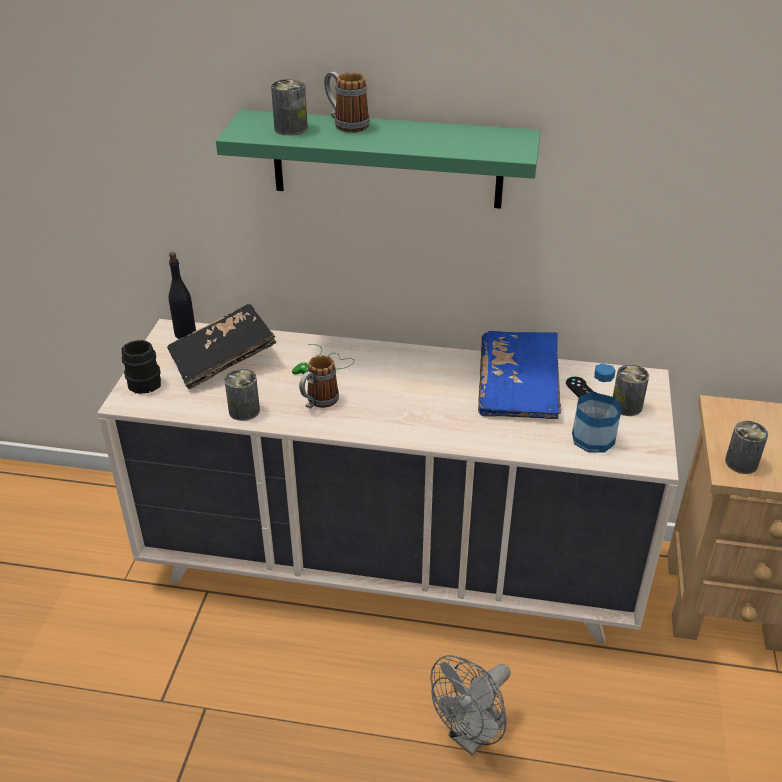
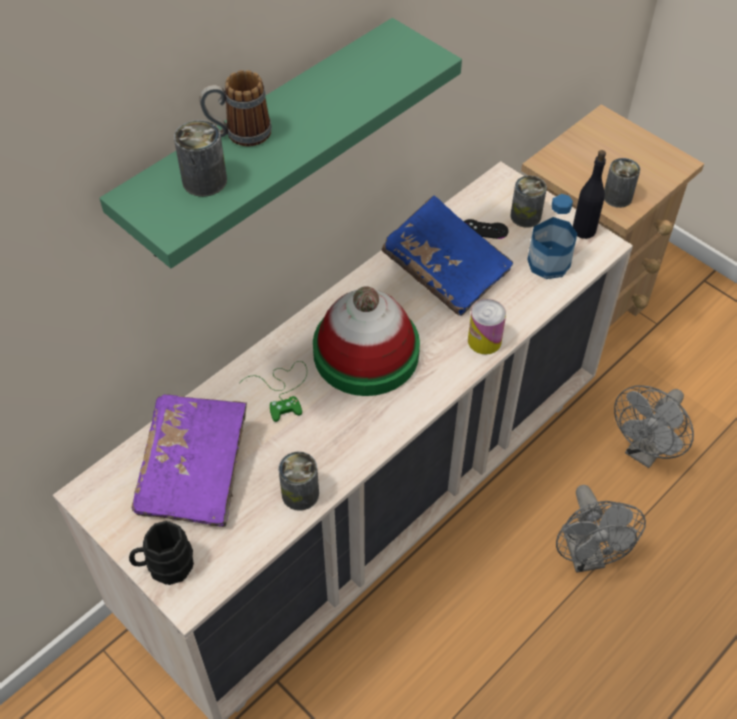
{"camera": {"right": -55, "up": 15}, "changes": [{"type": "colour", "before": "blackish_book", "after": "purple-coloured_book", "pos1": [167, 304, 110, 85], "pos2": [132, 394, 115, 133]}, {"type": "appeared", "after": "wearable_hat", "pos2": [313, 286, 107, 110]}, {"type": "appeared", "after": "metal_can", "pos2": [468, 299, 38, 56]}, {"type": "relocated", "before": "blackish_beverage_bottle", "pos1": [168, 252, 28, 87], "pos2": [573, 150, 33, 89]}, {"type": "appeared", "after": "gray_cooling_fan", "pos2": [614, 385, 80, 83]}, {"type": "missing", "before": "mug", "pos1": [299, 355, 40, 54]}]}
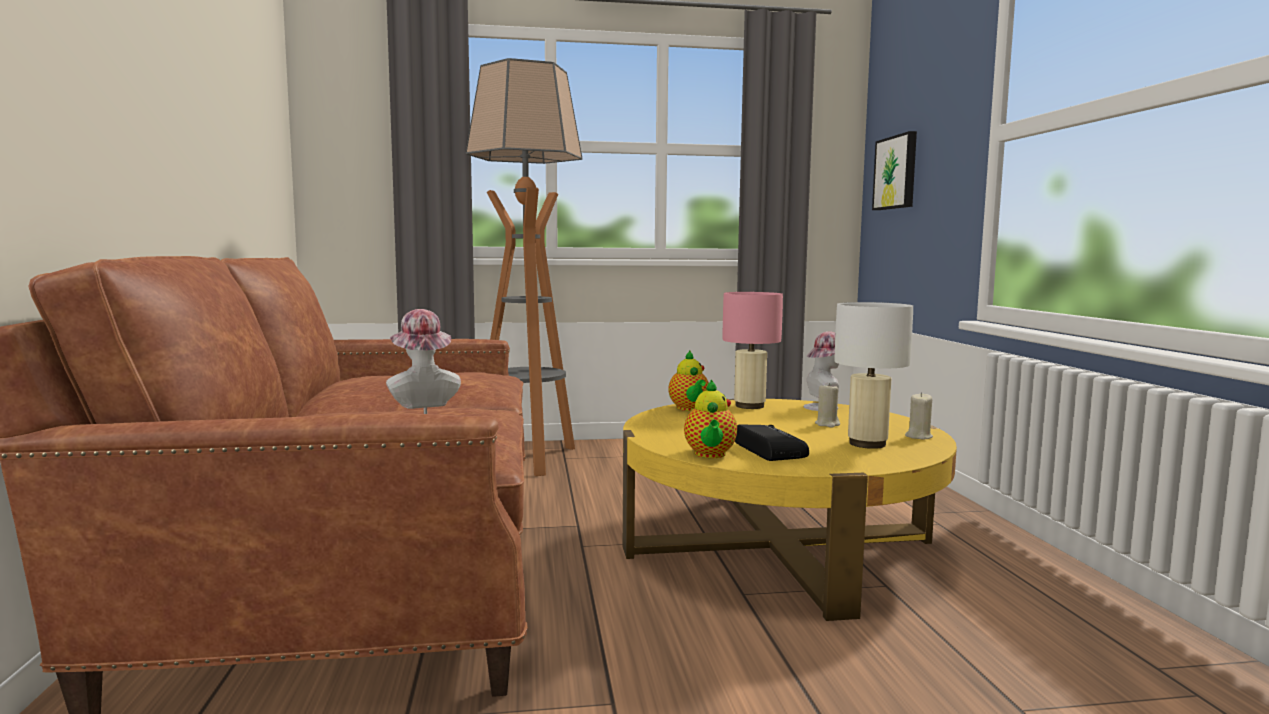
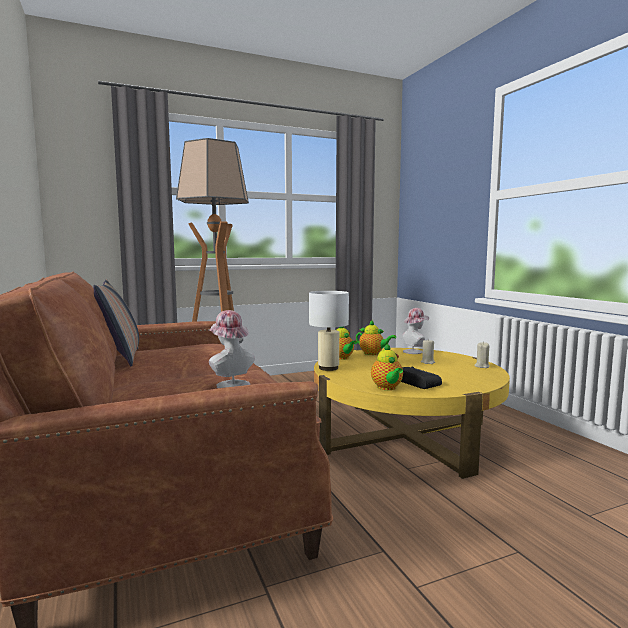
{"camera": {"right": -15, "up": 0}, "changes": [{"type": "appeared", "after": "pillow", "pos2": [93, 279, 46, 88]}, {"type": "relocated", "before": "whitish_tabletop_lamp", "pos1": [835, 302, 78, 147], "pos2": [309, 291, 40, 80]}, {"type": "exchanged", "before": "pink-coloured_tabletop_lamp", "after": "pot_for_tea", "pos1": [723, 292, 60, 117], "pos2": [356, 320, 40, 35]}, {"type": "missing", "before": "wall_picture", "pos1": [872, 131, 45, 79]}]}
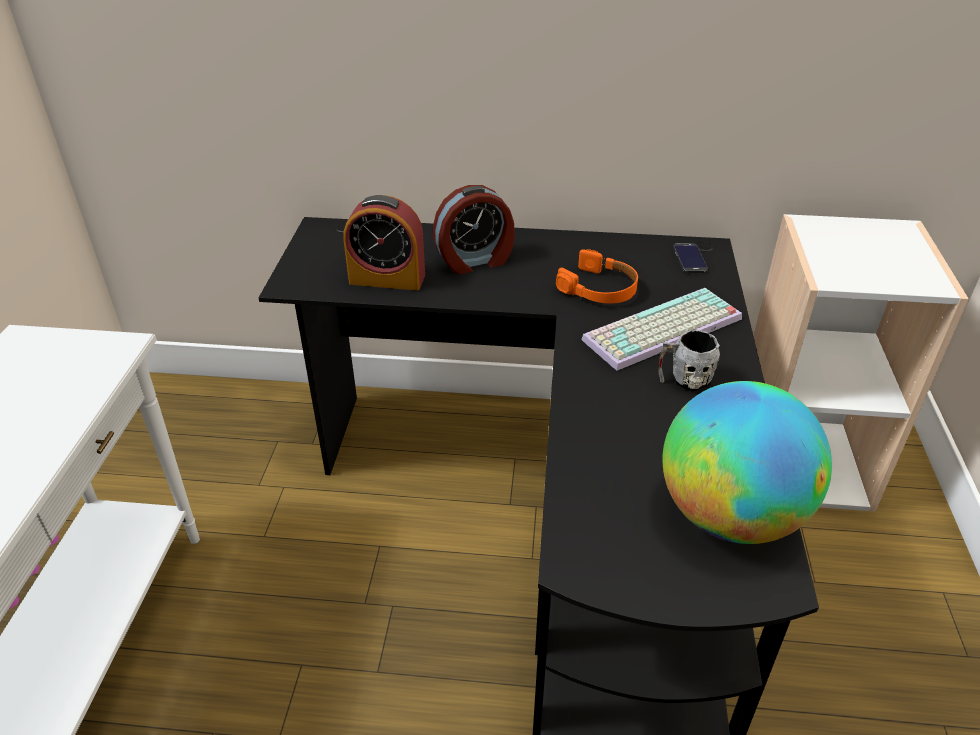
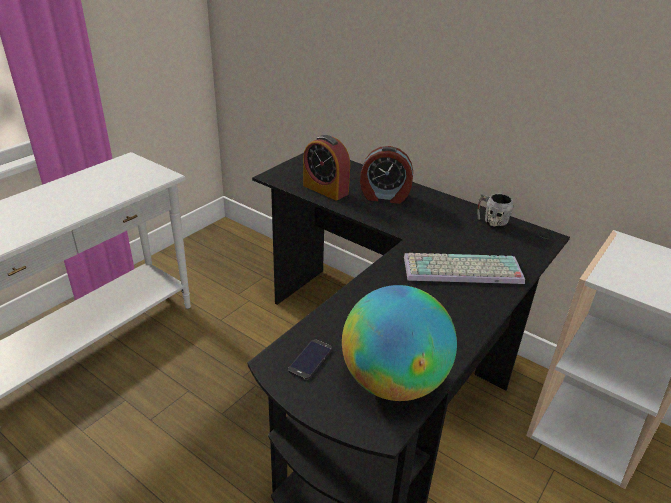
{"camera": {"right": 30, "up": -5}, "changes": [{"type": "relocated", "before": "handset", "pos1": [673, 243, 35, 30], "pos2": [288, 339, 44, 41]}, {"type": "relocated", "before": "gray_mug", "pos1": [658, 330, 62, 62], "pos2": [477, 193, 36, 36]}, {"type": "missing", "before": "orangey_pair_of_headphones", "pos1": [556, 249, 82, 55]}]}
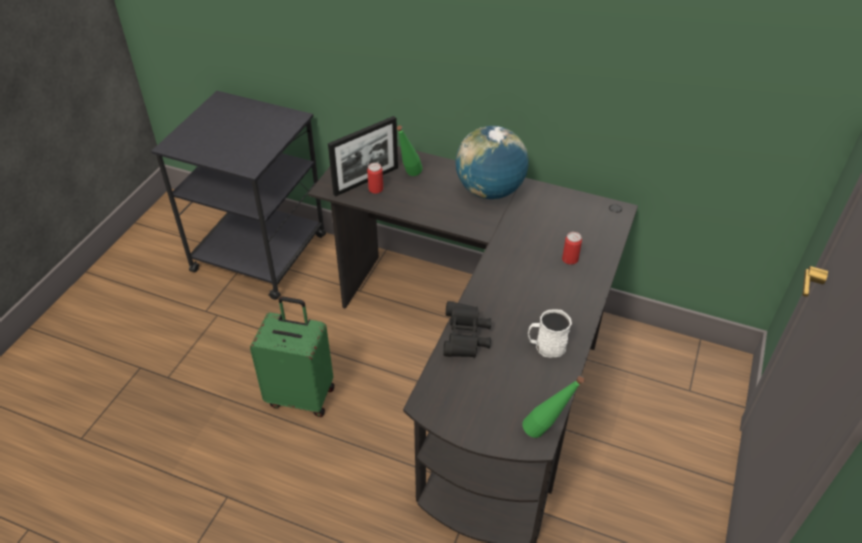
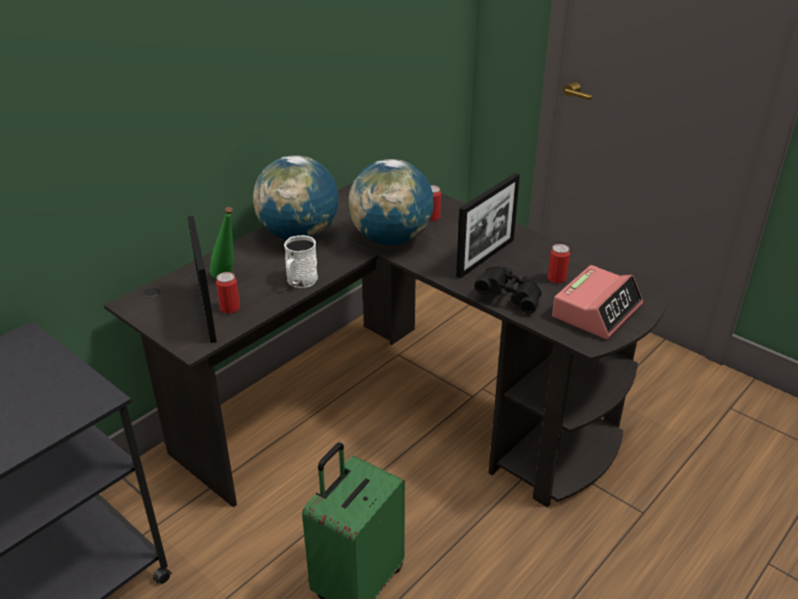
{"camera": {"right": -70, "up": -10}, "changes": [{"type": "relocated", "before": "whitish_mug", "pos1": [528, 309, 44, 48], "pos2": [284, 235, 34, 53]}, {"type": "appeared", "after": "globe", "pos2": [348, 159, 86, 86]}, {"type": "appeared", "after": "standing_frame", "pos2": [456, 173, 64, 105]}, {"type": "appeared", "after": "metal_can", "pos2": [548, 244, 22, 40]}, {"type": "appeared", "after": "table_clock", "pos2": [552, 265, 91, 74]}, {"type": "missing", "before": "greenish_beverage_bottle", "pos1": [523, 376, 62, 62]}]}
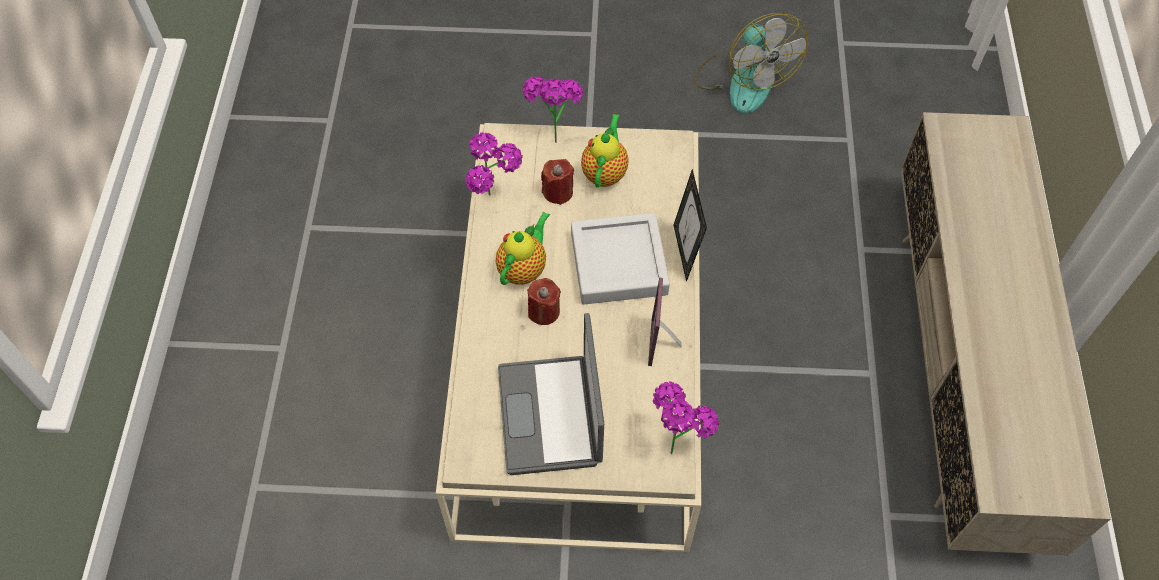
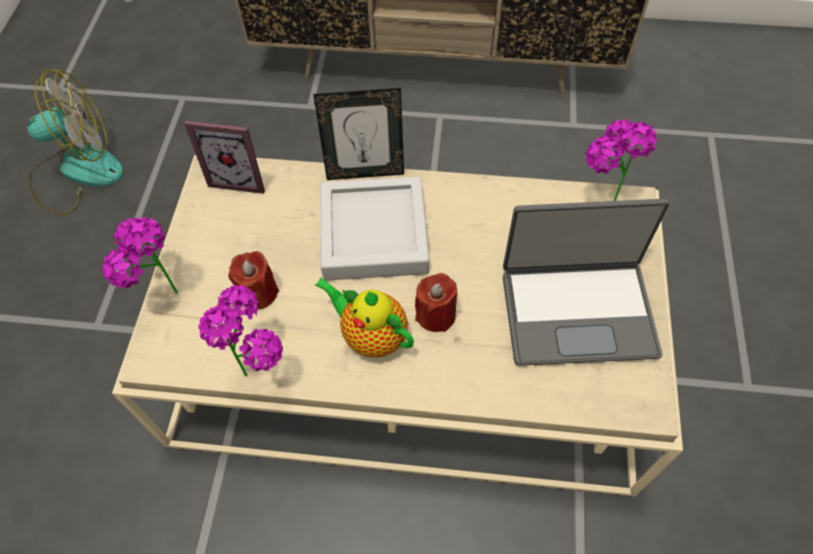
{"camera": {"right": -85, "up": 0}, "changes": [{"type": "relocated", "before": "standing_frame", "pos1": [648, 278, 33, 88], "pos2": [185, 121, 80, 73]}, {"type": "missing", "before": "pot_for_tea", "pos1": [581, 114, 48, 74]}]}
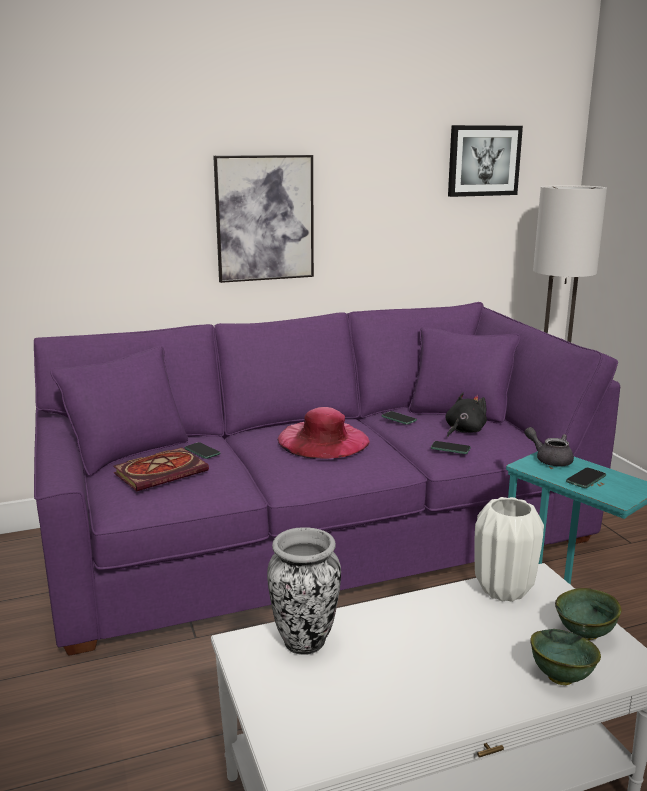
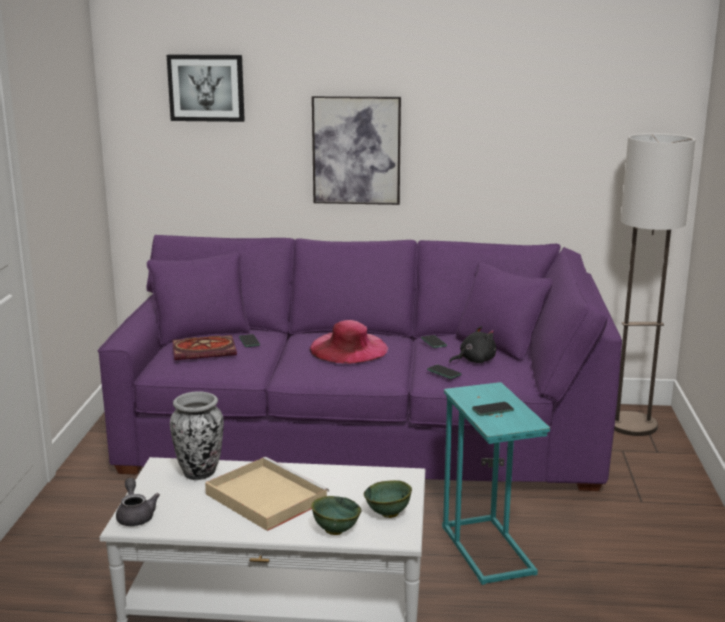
{"camera": {"right": 25, "up": 0}, "changes": [{"type": "relocated", "before": "gray_pot_for_tea", "pos1": [524, 427, 50, 39], "pos2": [116, 478, 44, 48]}, {"type": "relocated", "before": "wall_picture", "pos1": [448, 125, 75, 72], "pos2": [167, 55, 78, 67]}, {"type": "appeared", "after": "beige_tray", "pos2": [205, 457, 124, 74]}, {"type": "missing", "before": "whitish_flower_vase", "pos1": [475, 497, 69, 105]}]}
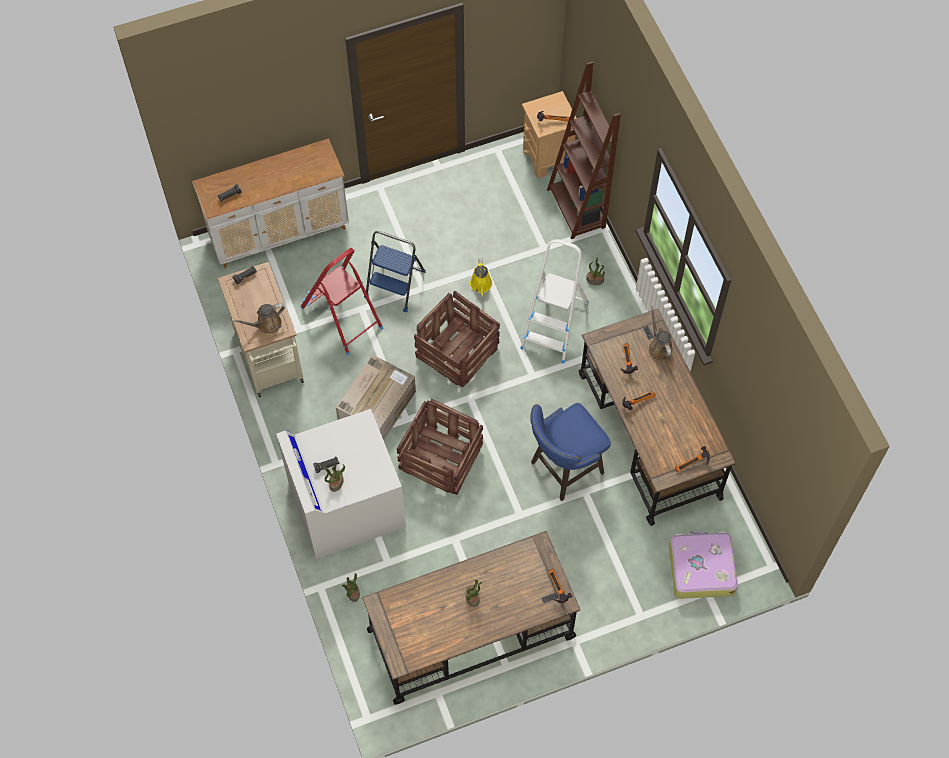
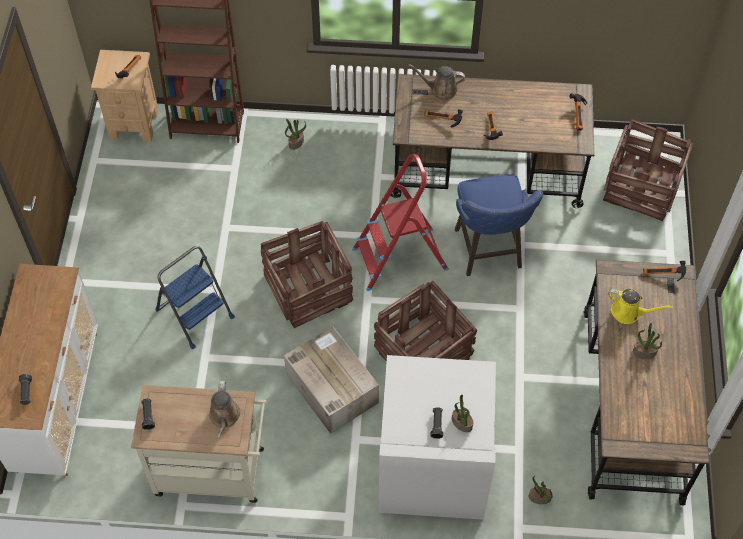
{"camera": {"right": -65, "up": -5}, "changes": [{"type": "relocated", "before": "red_stepladder", "pos1": [300, 248, 84, 108], "pos2": [352, 154, 97, 137]}, {"type": "exchanged", "before": "suitcase", "after": "packing_crate", "pos1": [669, 531, 69, 68], "pos2": [603, 119, 90, 102]}, {"type": "relocated", "before": "yellowish_watering_pot", "pos1": [470, 259, 22, 38], "pos2": [608, 288, 65, 36]}, {"type": "missing", "before": "whitish_stepladder", "pos1": [520, 239, 69, 125]}]}
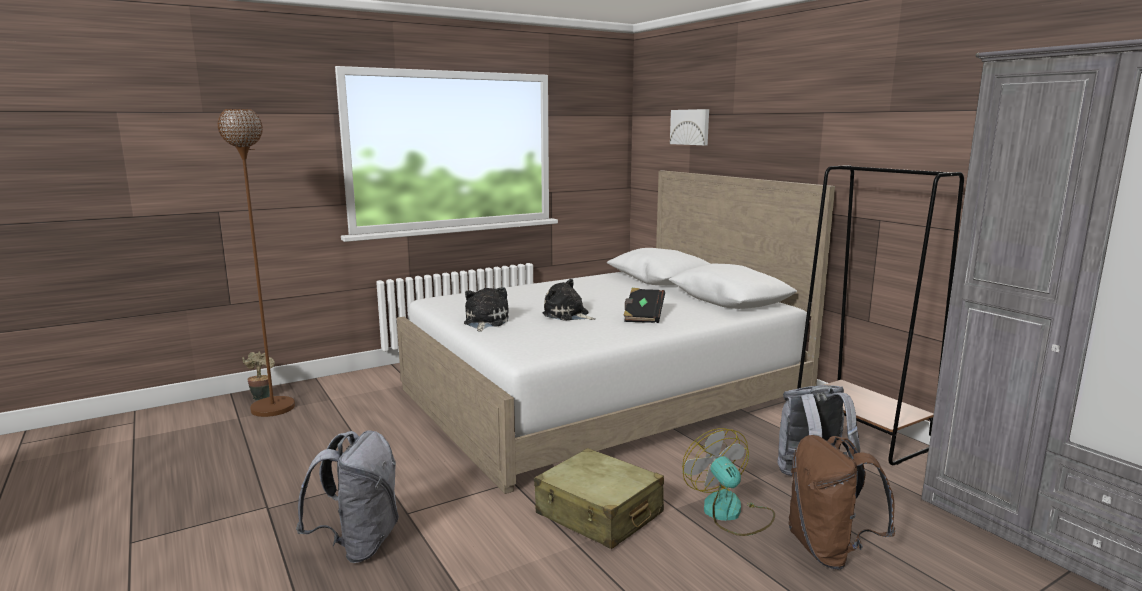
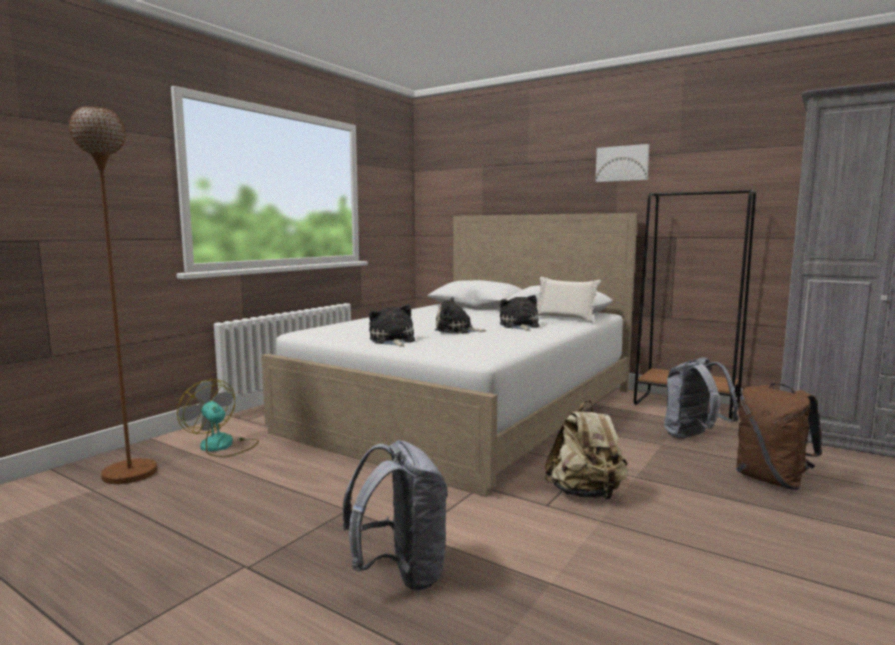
{"camera": {"right": -25, "up": -5}, "changes": [{"type": "relocated", "before": "cooling_fan", "pos1": [682, 428, 93, 108], "pos2": [177, 379, 82, 78]}, {"type": "exchanged", "before": "blackish_book", "after": "soft_toy", "pos1": [623, 288, 42, 35], "pos2": [500, 295, 40, 36]}, {"type": "appeared", "after": "whitish_pillow", "pos2": [536, 277, 65, 45]}, {"type": "exchanged", "before": "beige_suitcase", "after": "beige_knapsack", "pos1": [534, 448, 130, 101], "pos2": [544, 400, 84, 100]}, {"type": "relocated", "before": "wall_picture", "pos1": [670, 109, 39, 36], "pos2": [595, 144, 55, 38]}, {"type": "missing", "before": "houseplant", "pos1": [242, 352, 33, 49]}]}
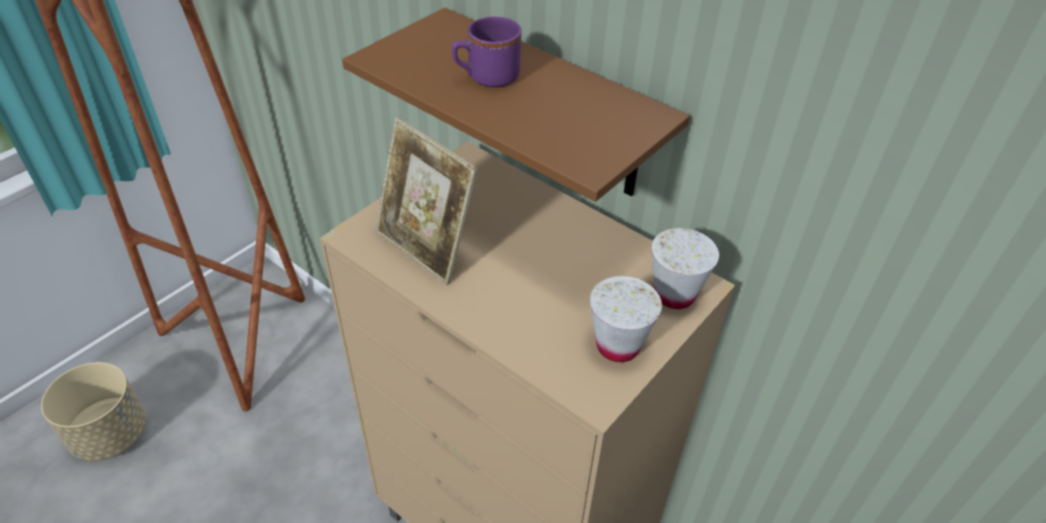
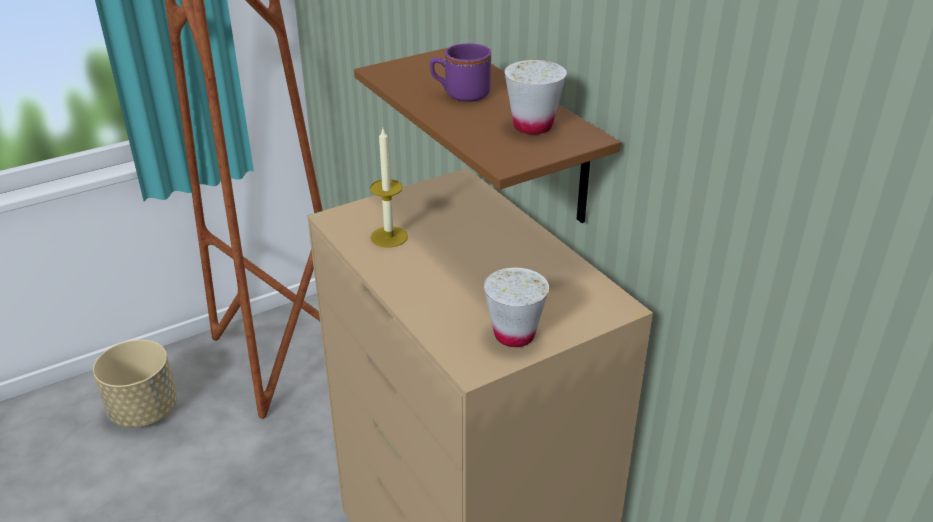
{"camera": {"right": 20, "up": -10}, "changes": [{"type": "exchanged", "before": "standing_frame", "after": "candle", "pos1": [375, 117, 103, 168], "pos2": [370, 129, 38, 119]}, {"type": "relocated", "before": "whitish_small_cup", "pos1": [651, 228, 68, 81], "pos2": [504, 60, 63, 75]}]}
